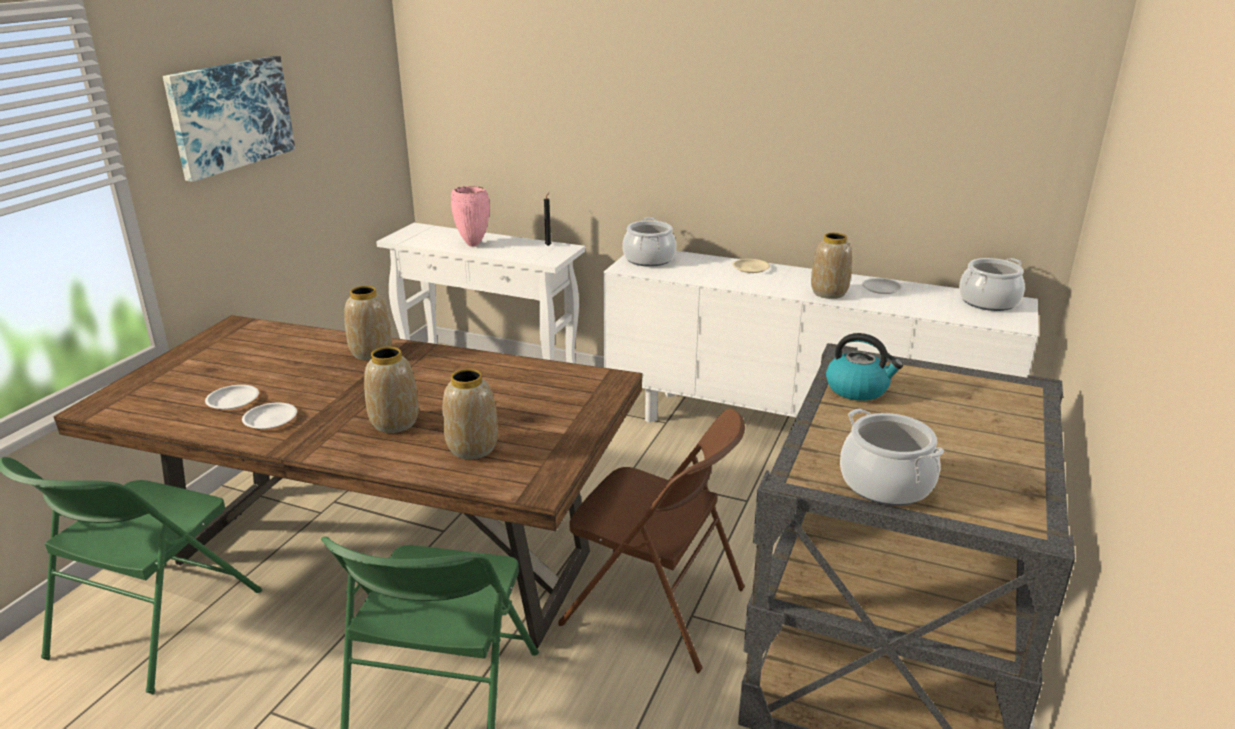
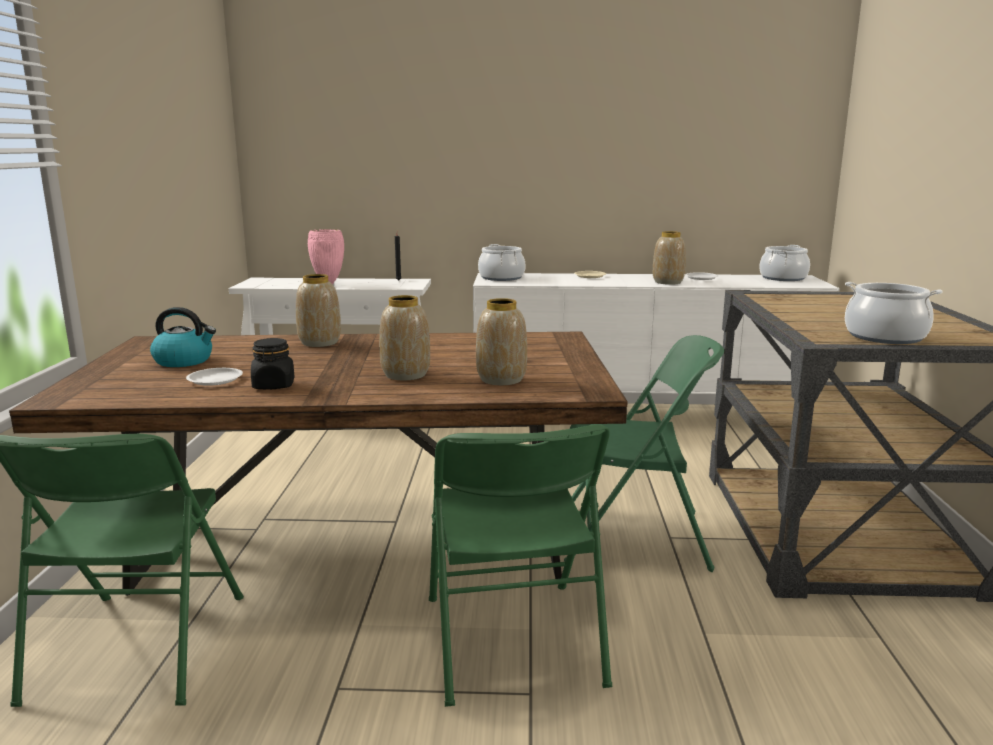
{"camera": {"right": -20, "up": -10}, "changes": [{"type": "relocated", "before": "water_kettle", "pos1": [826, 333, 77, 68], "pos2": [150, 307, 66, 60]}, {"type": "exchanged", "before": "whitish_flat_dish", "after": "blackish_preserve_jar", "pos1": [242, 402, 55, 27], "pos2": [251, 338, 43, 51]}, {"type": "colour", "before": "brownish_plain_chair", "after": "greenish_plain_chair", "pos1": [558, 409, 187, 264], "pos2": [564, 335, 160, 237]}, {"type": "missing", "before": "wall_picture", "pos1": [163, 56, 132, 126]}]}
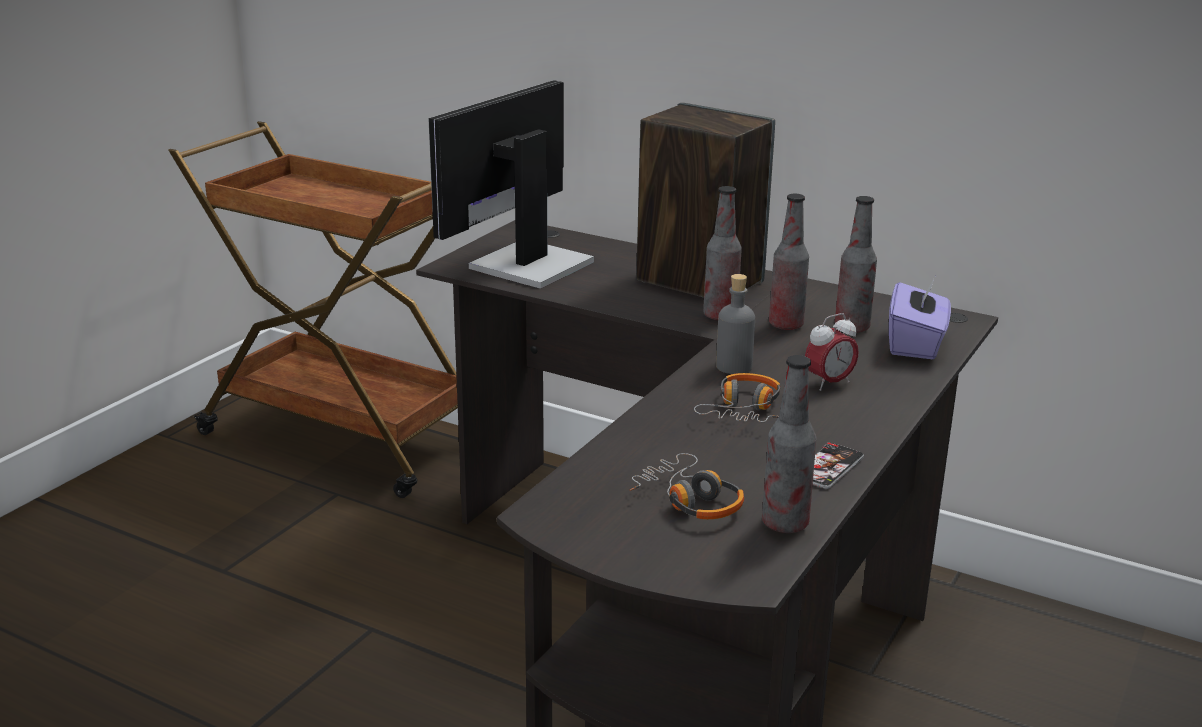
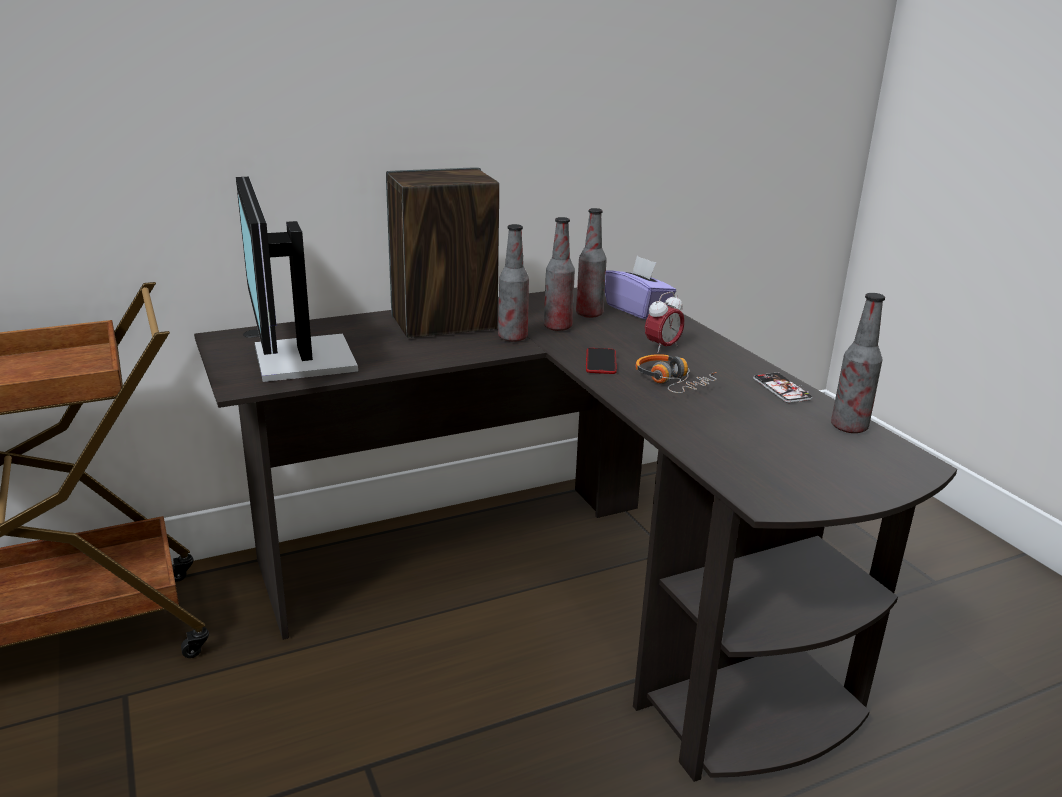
{"camera": {"right": -55, "up": 0}, "changes": [{"type": "exchanged", "before": "gray_beverage_bottle", "after": "handset", "pos1": [716, 274, 39, 100], "pos2": [586, 348, 31, 26]}, {"type": "spun", "before": "table_clock", "pos1": [805, 313, 54, 78], "pos2": [645, 292, 40, 61], "turn": 45}, {"type": "missing", "before": "pair_of_headphones", "pos1": [630, 453, 114, 66]}]}
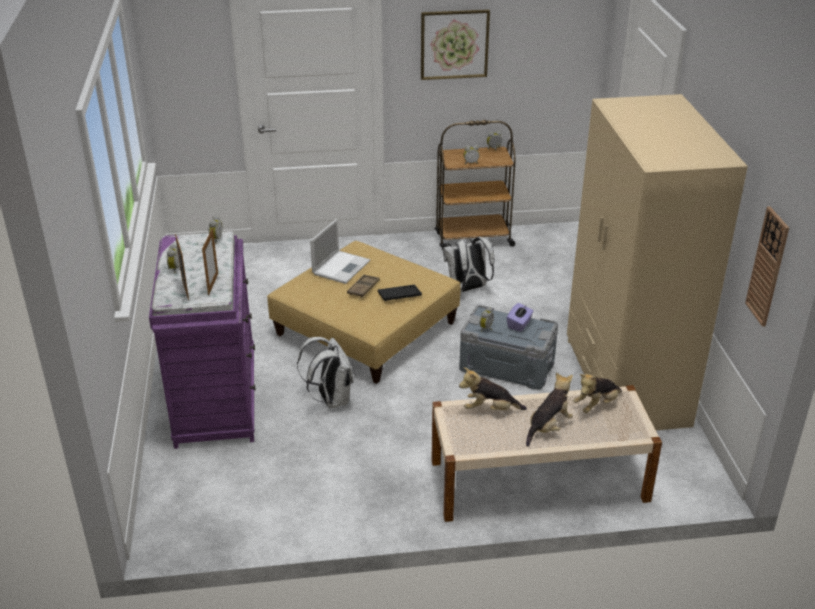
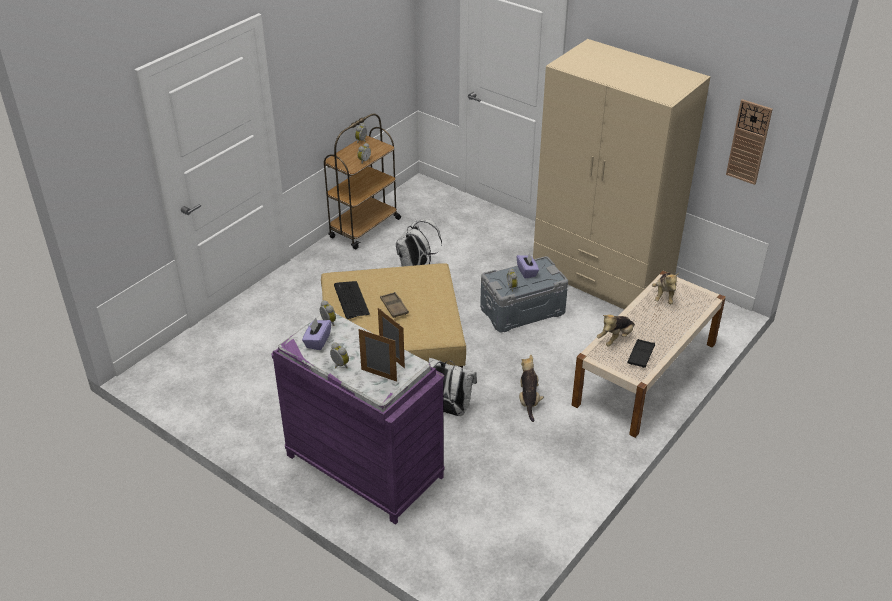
{"camera": {"right": -45, "up": 5}, "changes": [{"type": "appeared", "after": "purple-coloured_tissue_box", "pos2": [302, 318, 29, 32]}, {"type": "exchanged", "before": "laptop", "after": "PC_keyboard", "pos1": [310, 219, 60, 65], "pos2": [334, 281, 36, 38]}, {"type": "relocated", "before": "soft_toy", "pos1": [526, 372, 47, 75], "pos2": [519, 355, 25, 67]}, {"type": "relocated", "before": "blackish_tray", "pos1": [378, 285, 44, 16], "pos2": [627, 339, 28, 29]}, {"type": "missing", "before": "wall_picture", "pos1": [421, 9, 69, 71]}]}
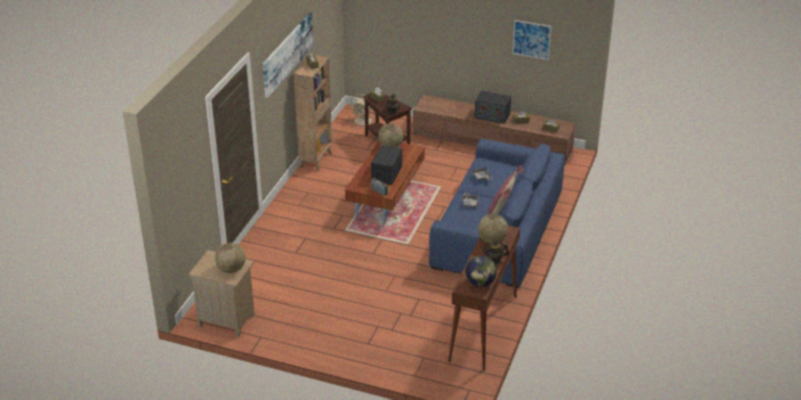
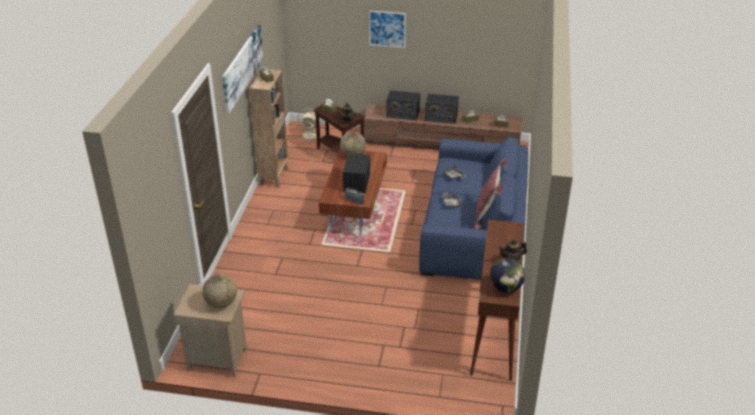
{"camera": {"right": -10, "up": 0}, "changes": [{"type": "relocated", "before": "wall_picture", "pos1": [512, 20, 40, 40], "pos2": [369, 11, 37, 37]}, {"type": "appeared", "after": "radio", "pos2": [386, 90, 34, 30]}, {"type": "missing", "before": "globe", "pos1": [478, 214, 30, 30]}]}
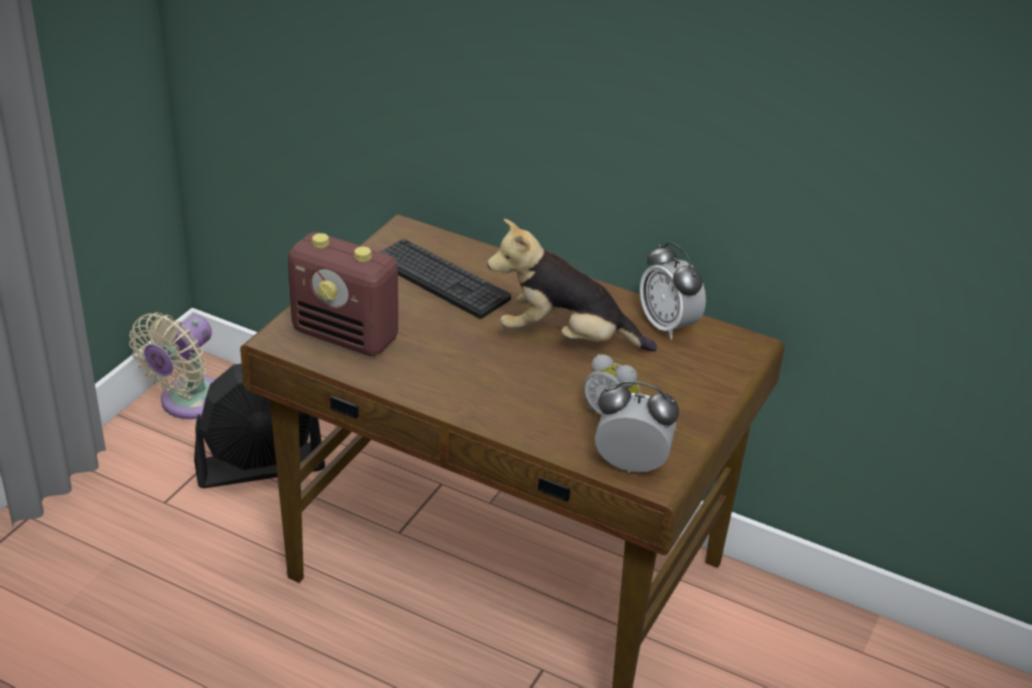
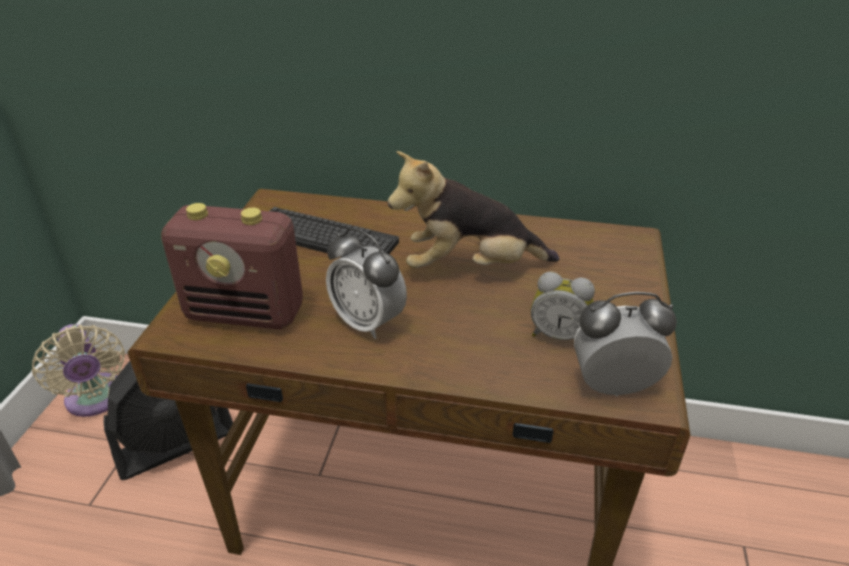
{"camera": {"right": -15, "up": 0}, "changes": [{"type": "spun", "before": "beige_cooling_fan", "pos1": [129, 313, 86, 106], "pos2": [32, 324, 93, 93], "turn": -45}, {"type": "relocated", "before": "table_clock", "pos1": [640, 242, 66, 97], "pos2": [326, 228, 81, 111]}]}
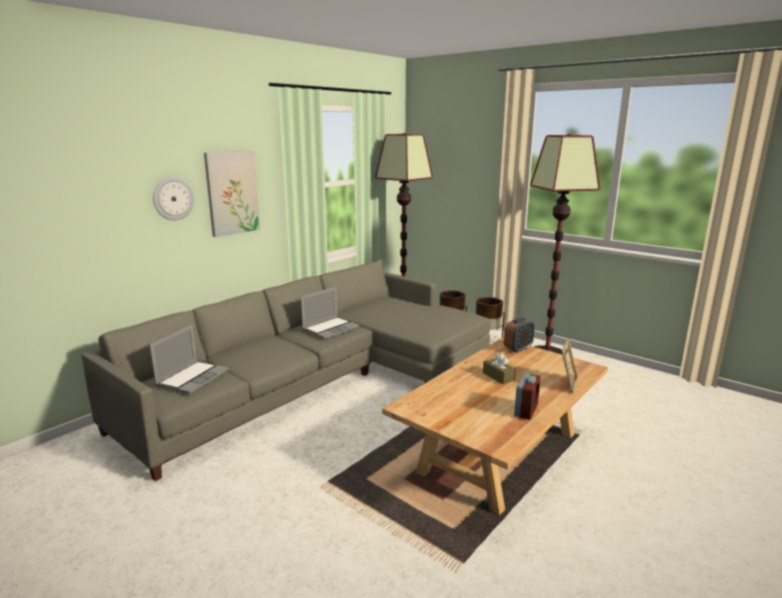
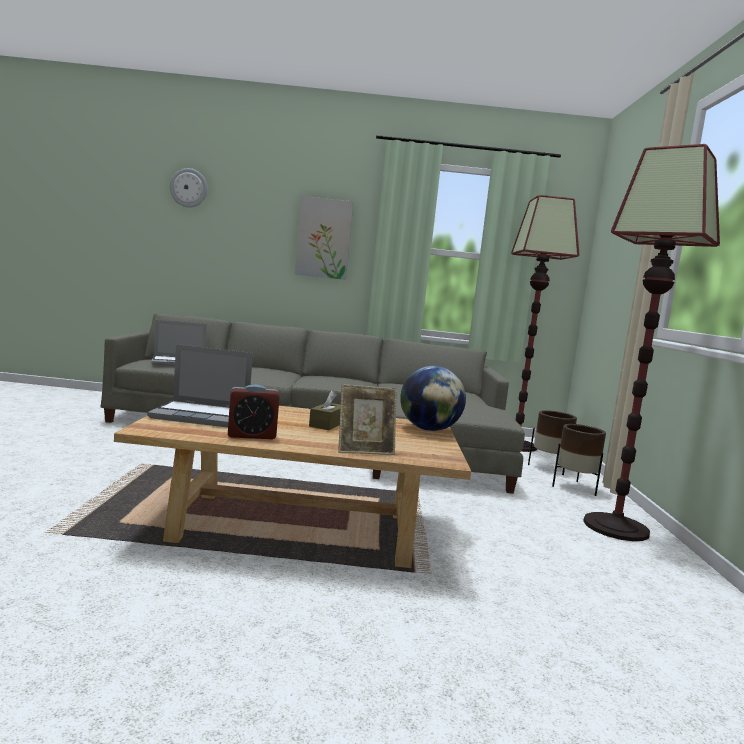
{"camera": {"right": 50, "up": -10}, "changes": [{"type": "relocated", "before": "laptop", "pos1": [301, 287, 58, 52], "pos2": [147, 344, 106, 84]}, {"type": "relocated", "before": "clock_on_the_wall", "pos1": [153, 177, 41, 43], "pos2": [170, 168, 38, 40]}, {"type": "exchanged", "before": "table_clock", "after": "globe", "pos1": [504, 317, 31, 36], "pos2": [400, 366, 66, 65]}]}
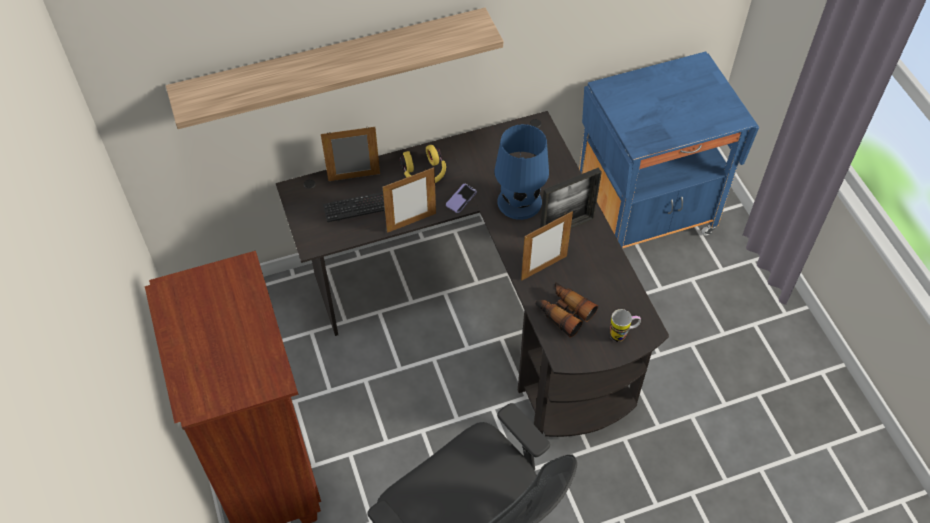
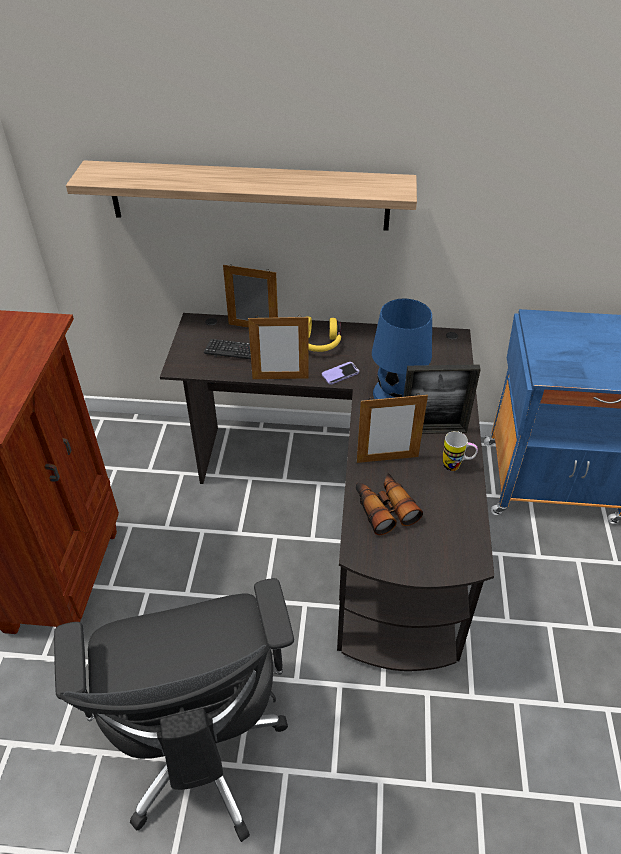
{"camera": {"right": 25, "up": -10}, "changes": [{"type": "relocated", "before": "mug", "pos1": [610, 309, 31, 33], "pos2": [443, 431, 35, 40]}]}
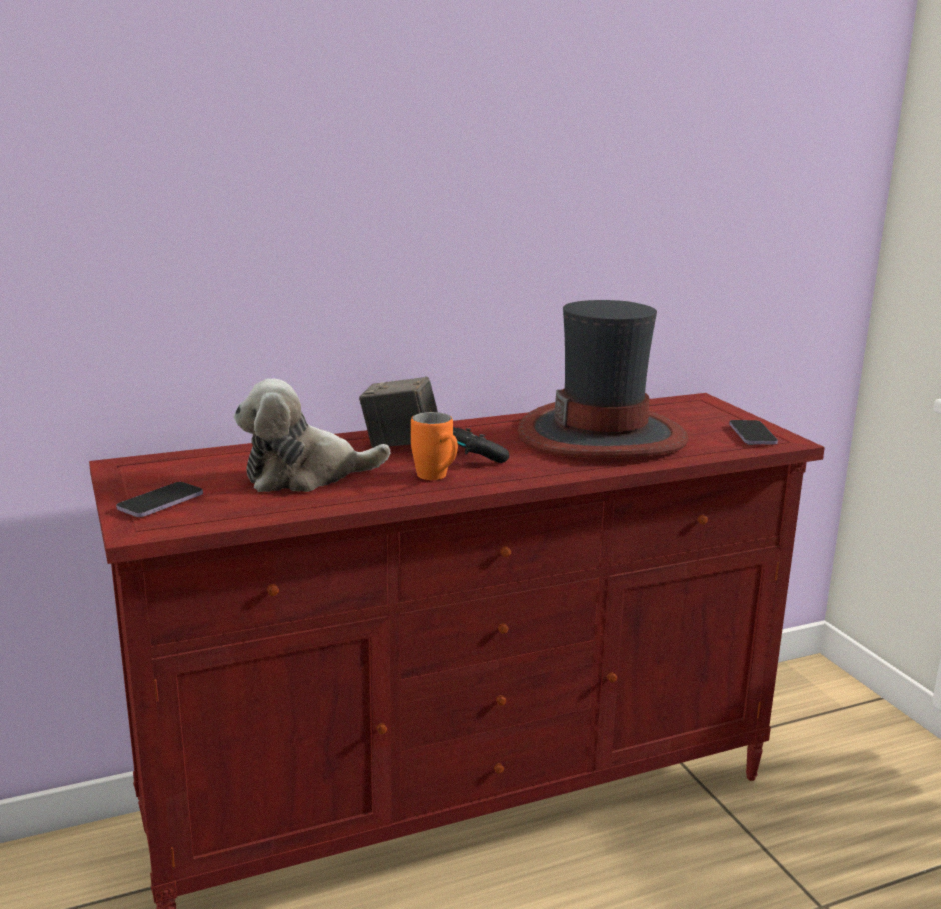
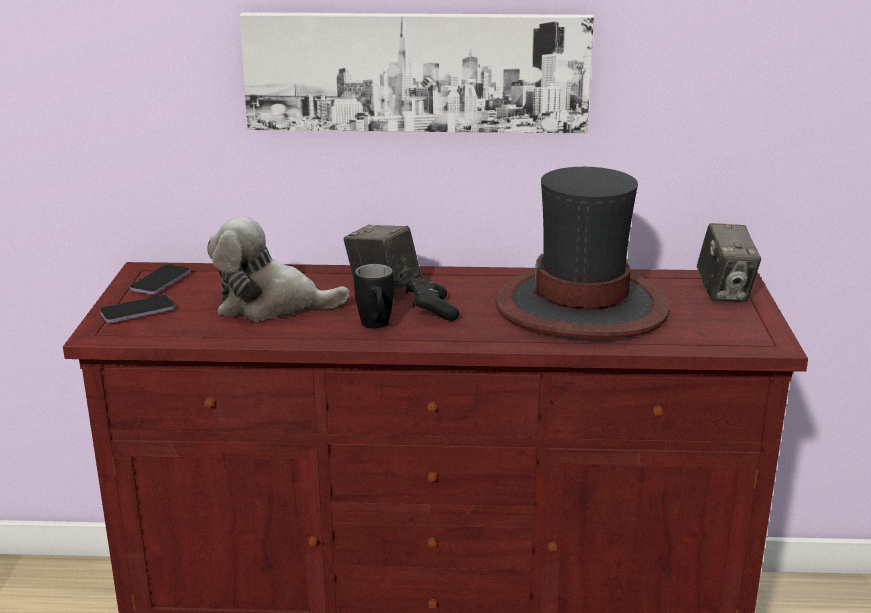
{"camera": {"right": 25, "up": 5}, "changes": [{"type": "relocated", "before": "handset", "pos1": [729, 420, 49, 25], "pos2": [129, 264, 62, 30]}, {"type": "appeared", "after": "wall_picture", "pos2": [239, 12, 355, 121]}, {"type": "colour", "before": "orangey_mug", "after": "blackish_mug", "pos1": [411, 412, 47, 68], "pos2": [354, 264, 40, 65]}, {"type": "appeared", "after": "still_camera", "pos2": [696, 223, 65, 79]}]}
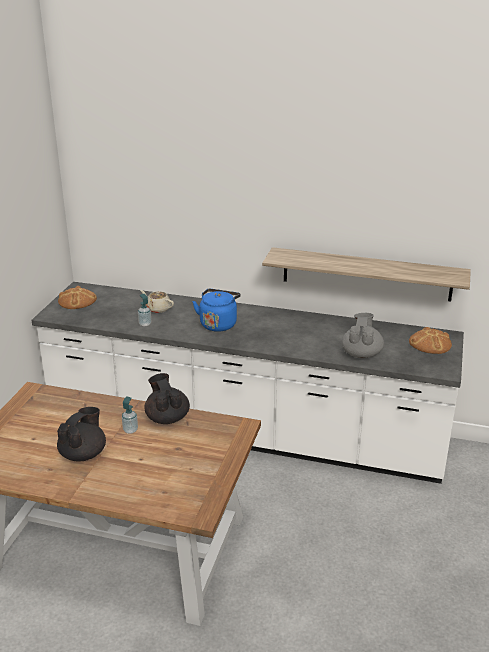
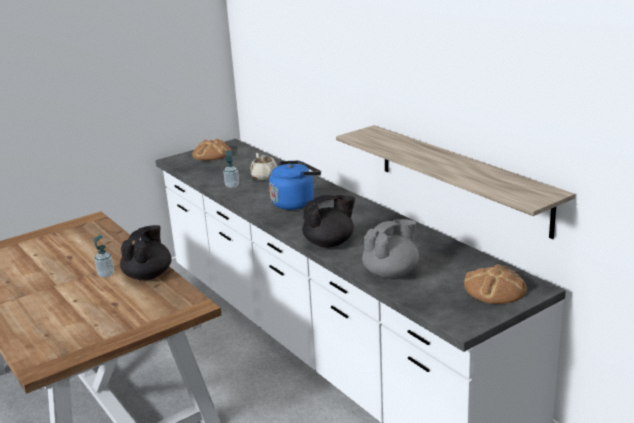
{"camera": {"right": 40, "up": -5}, "changes": [{"type": "relocated", "before": "blackish_pot_for_tea", "pos1": [57, 407, 49, 55], "pos2": [302, 195, 53, 53]}]}
